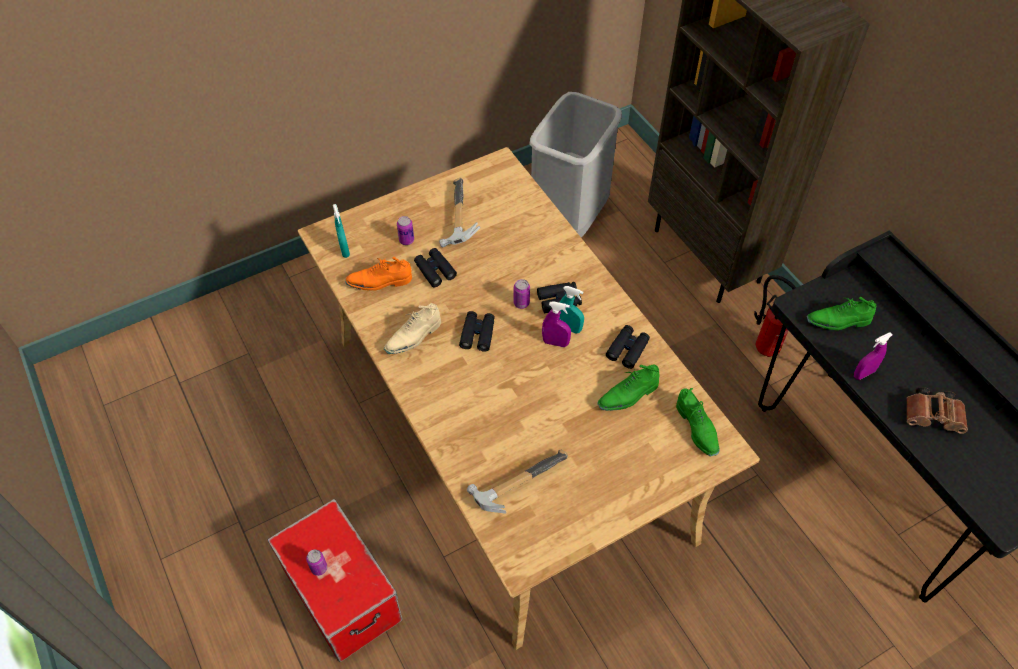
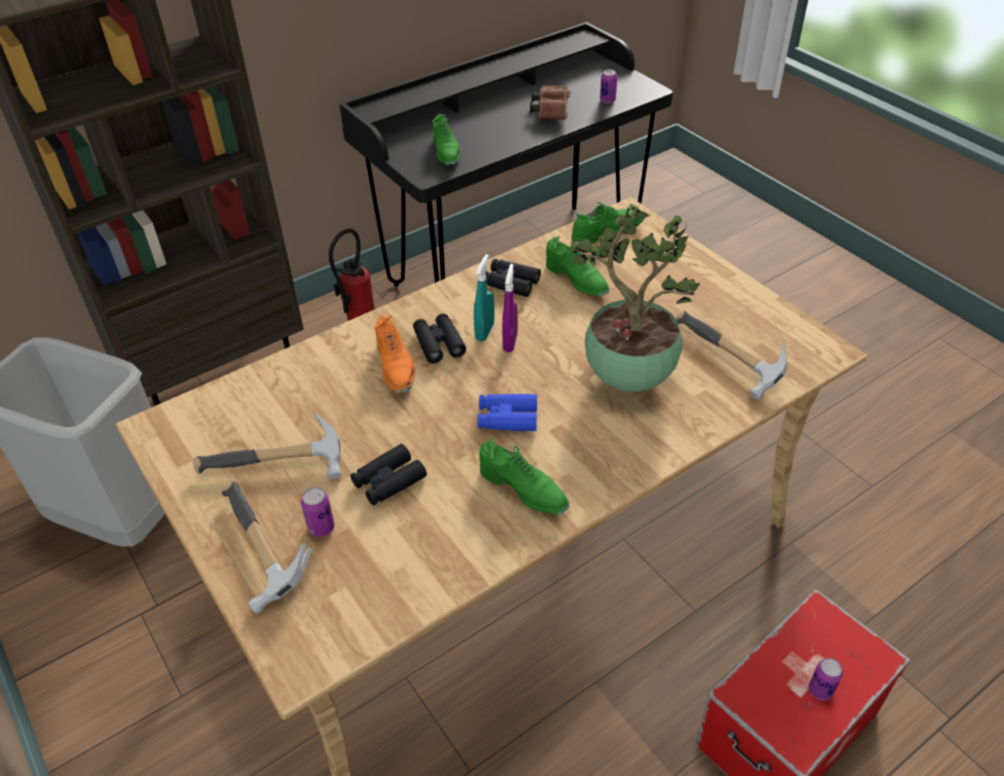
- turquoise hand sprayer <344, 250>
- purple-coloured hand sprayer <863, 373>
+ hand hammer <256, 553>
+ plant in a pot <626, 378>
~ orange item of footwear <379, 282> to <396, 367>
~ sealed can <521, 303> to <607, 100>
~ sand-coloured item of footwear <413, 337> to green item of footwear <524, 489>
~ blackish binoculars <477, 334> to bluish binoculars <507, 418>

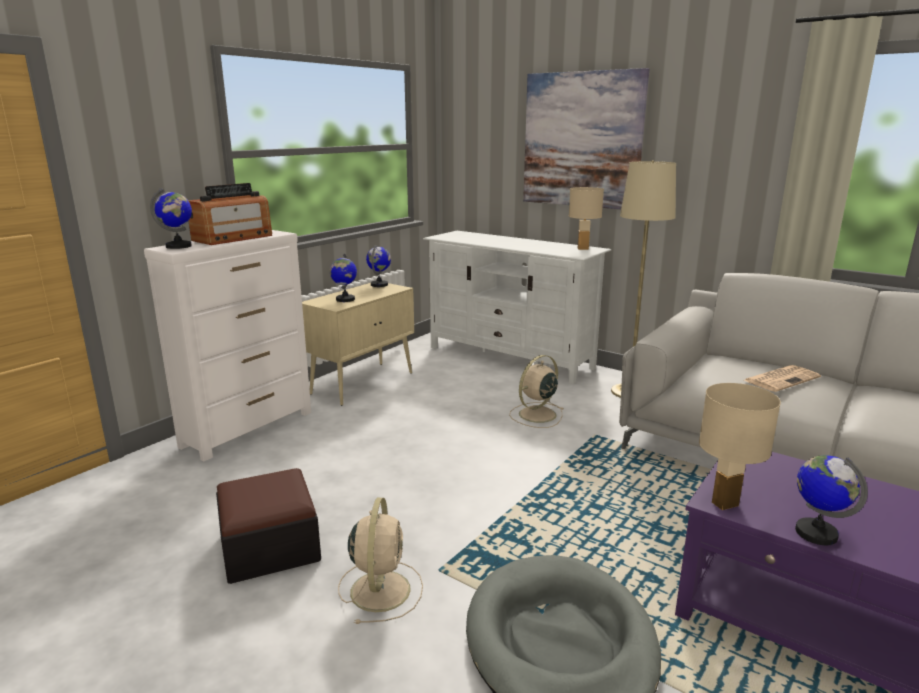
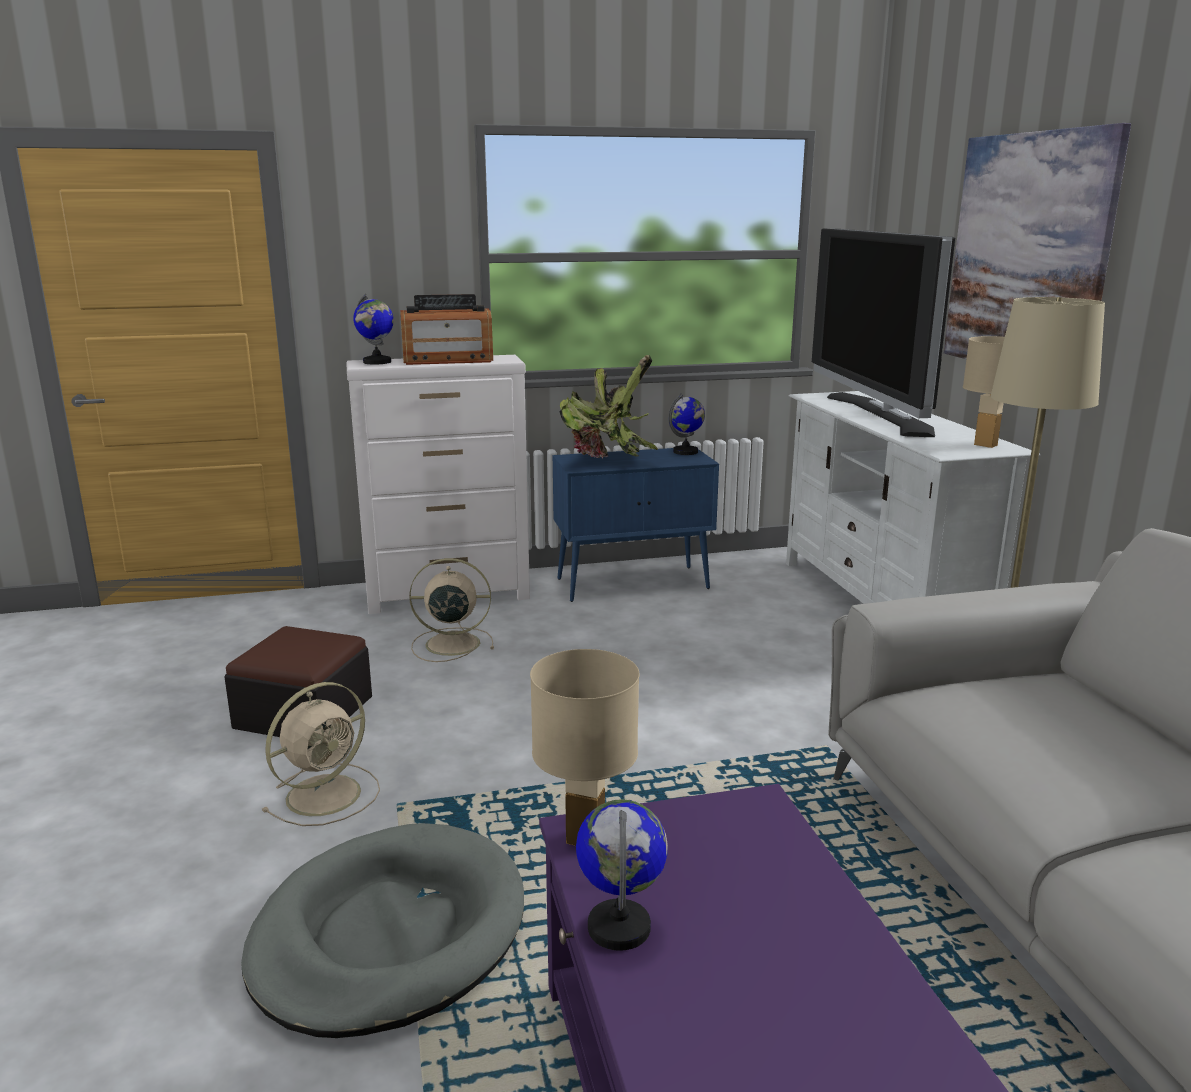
- newspaper <781, 379>
+ television <878, 414>
~ sand-coloured cooling fan <536, 415> to <450, 644>
~ globe <345, 299> to plant in a pot <607, 461>
~ sand-coloured storage cabinet <363, 383> to bluish storage cabinet <634, 583>

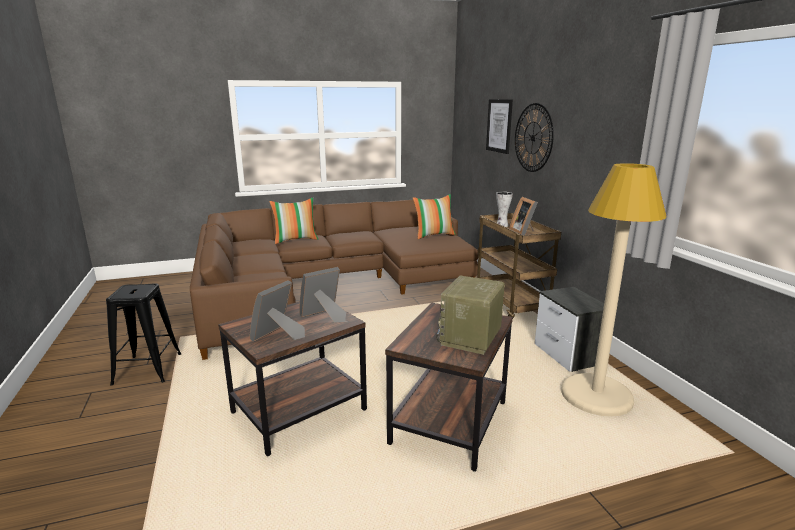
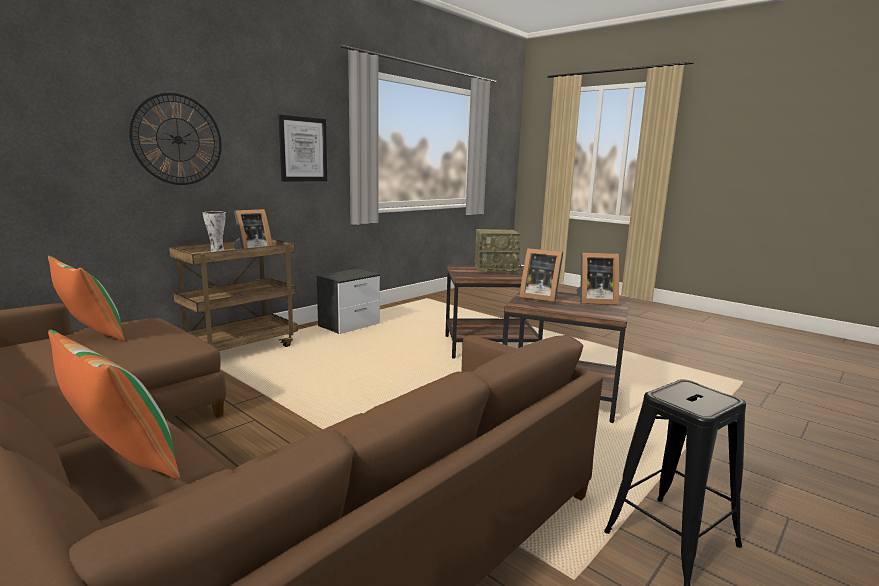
- sand-coloured standard lamp <596, 396>
~ wall picture <499, 126> to <303, 149>

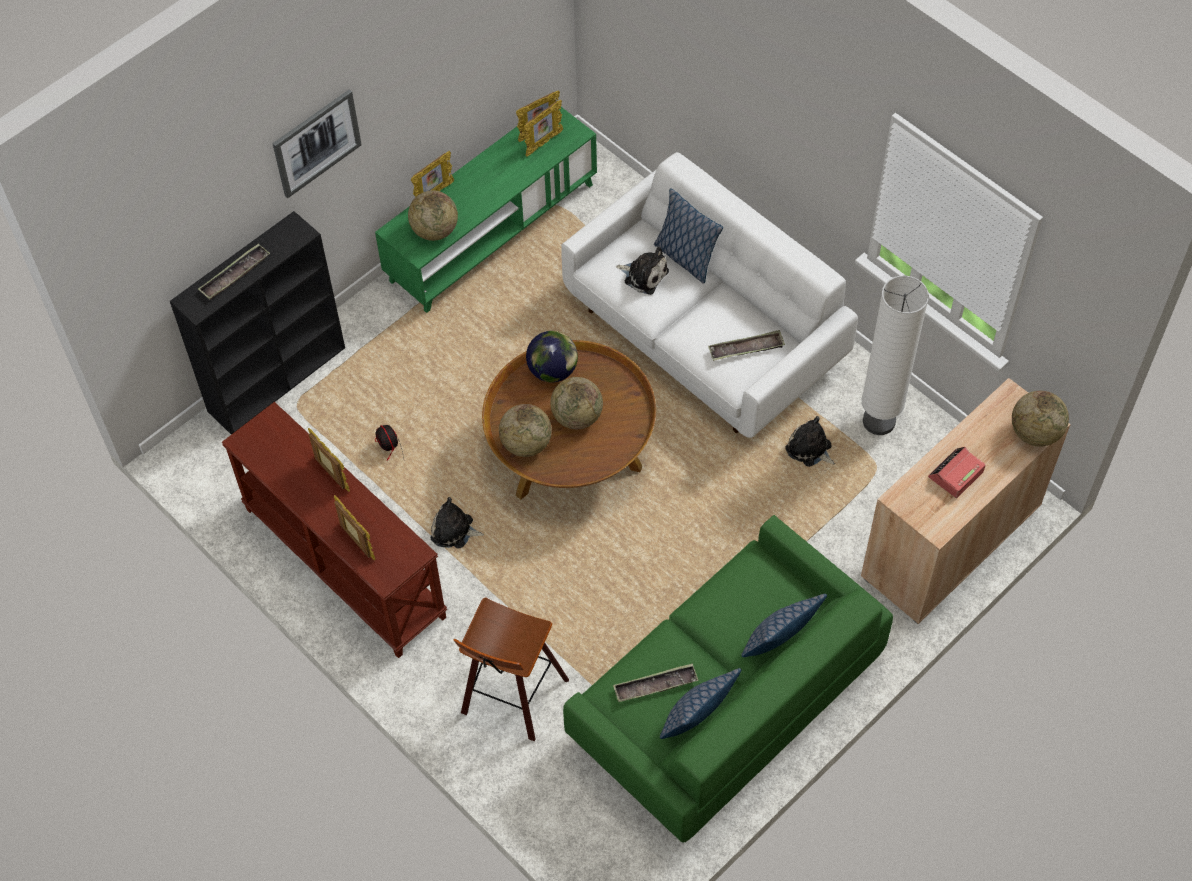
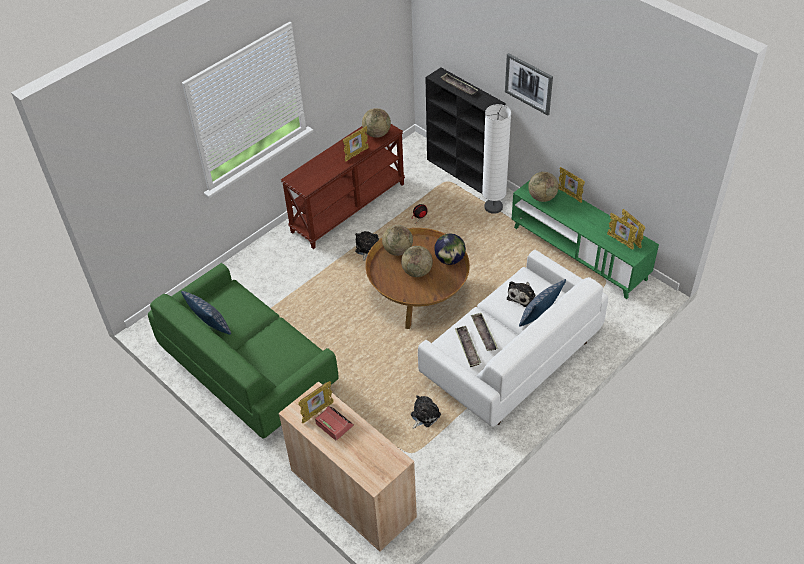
- stool <511, 698>
- pillow <779, 641>
~ picture frame <357, 542> to <317, 412>
~ carrying tray <655, 685> to <484, 334>
~ white standard lamp <879, 421> to <493, 207>
~ globe <1035, 433> to <377, 134>

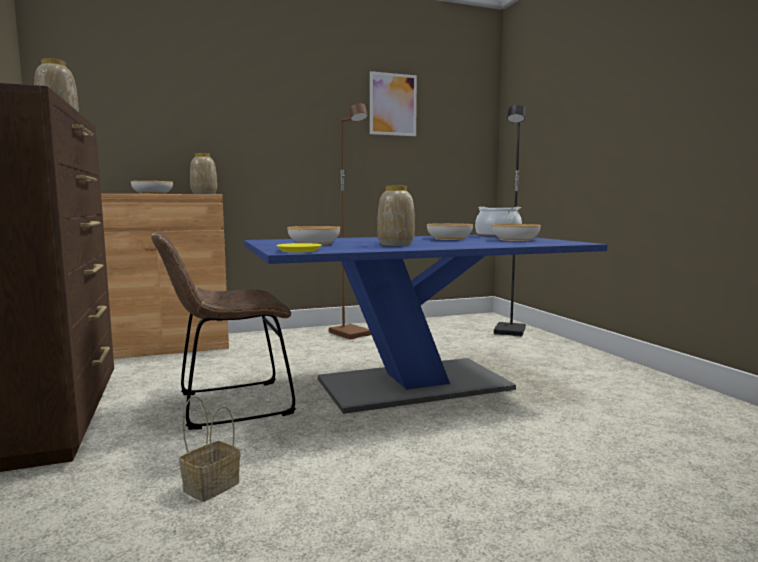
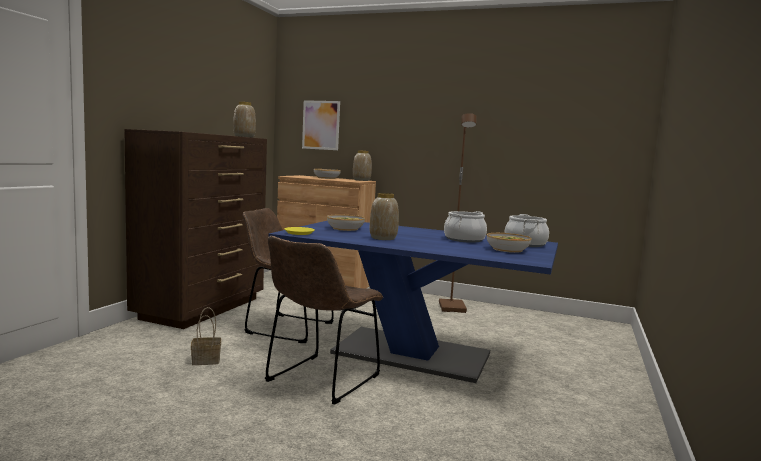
- blackish standard lamp <510, 331>
+ brown-coloured plain chair <320, 380>
~ wall picture <393, 104> to <321, 125>
~ bowl <449, 239> to saucepot <464, 239>

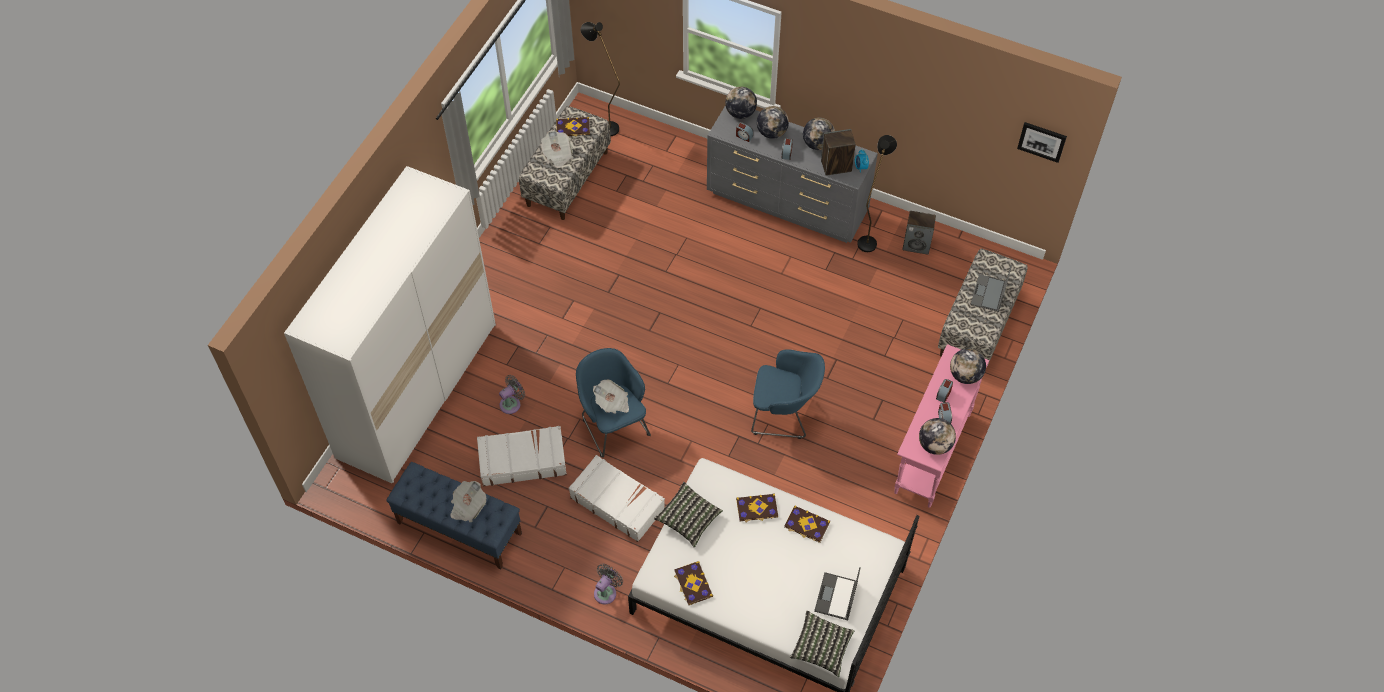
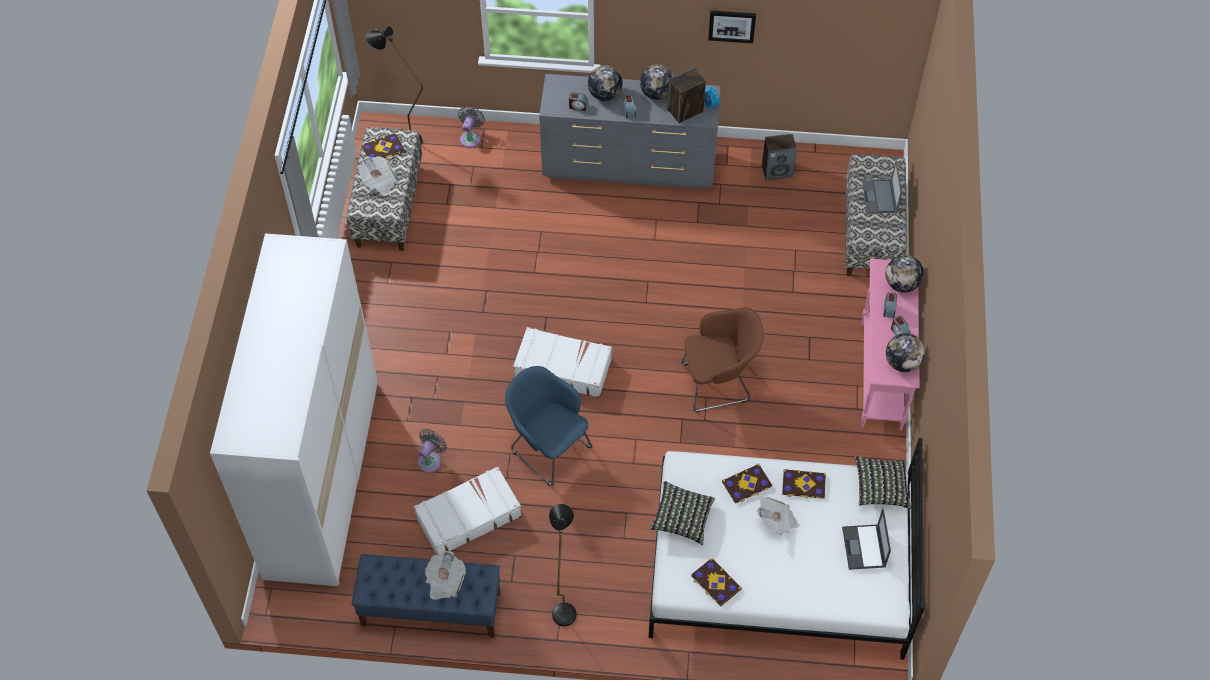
- globe <740, 113>
~ white piece of luggage <617, 502> to <563, 367>
~ newspaper <612, 403> to <777, 521>
~ greyish cooling fan <606, 591> to <471, 137>
~ pillow <821, 647> to <881, 488>
~ blackish standard lamp <868, 238> to <564, 606>
~ wall picture <1042, 141> to <732, 25>
~ bluish lounge chair <784, 415> to brown-coloured lounge chair <719, 382>

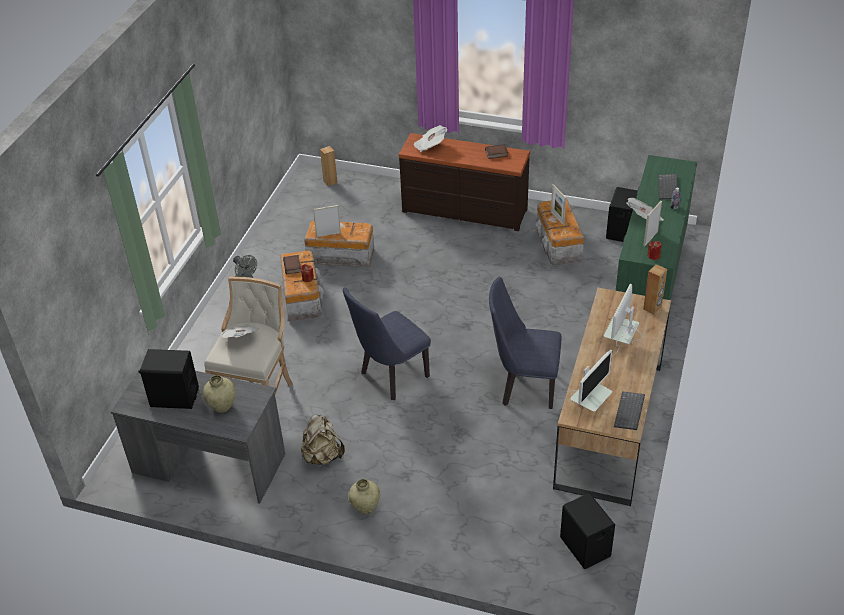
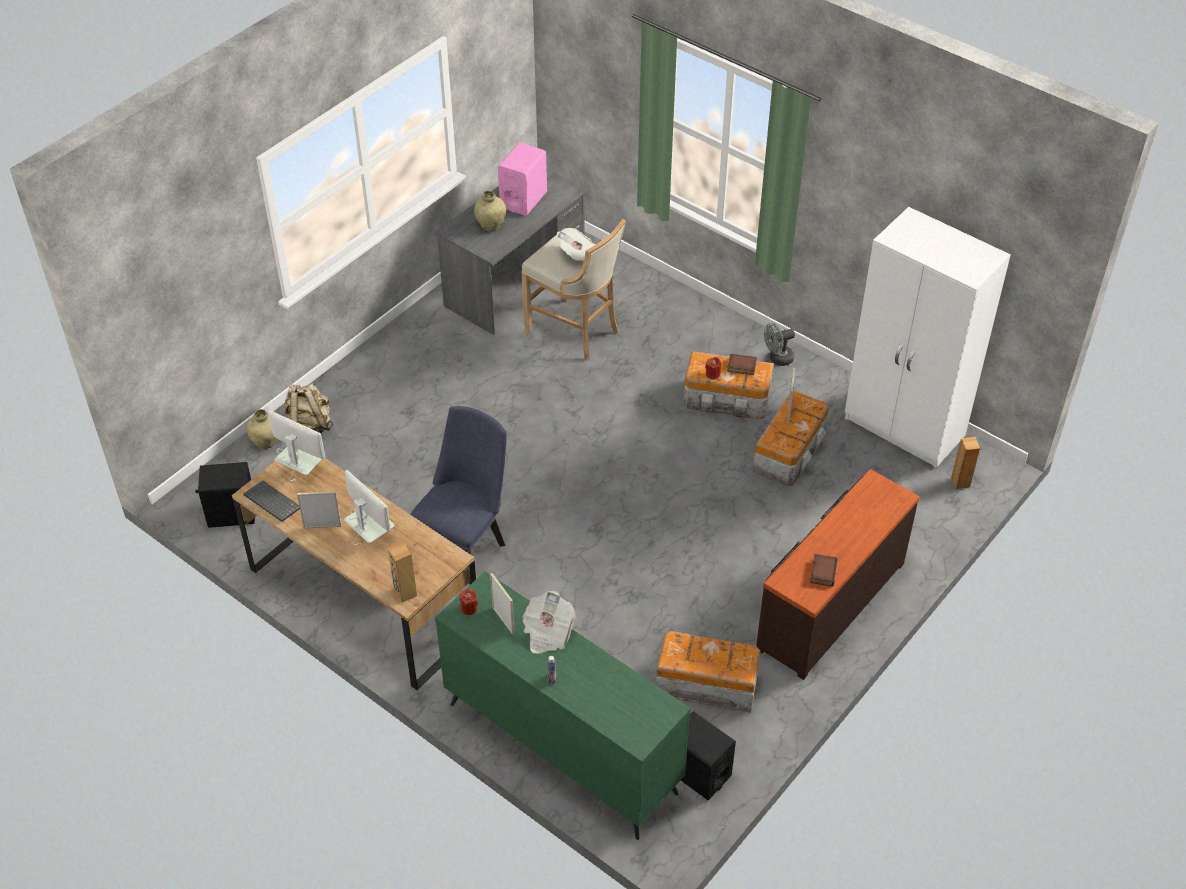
- bluish plain chair <390, 377>
- newspaper <430, 146>
- PC keyboard <668, 188>
+ white wardrobe <904, 428>
~ sand-coloured knapsack <322, 456> to <309, 425>
~ sand-coloured decorative vase <365, 507> to <266, 442>
~ picture frame <557, 218> to <322, 526>
~ blackish speaker <174, 397> to pink-coloured speaker <523, 199>
~ monitor <589, 407> = <301, 473> 150 degrees clockwise

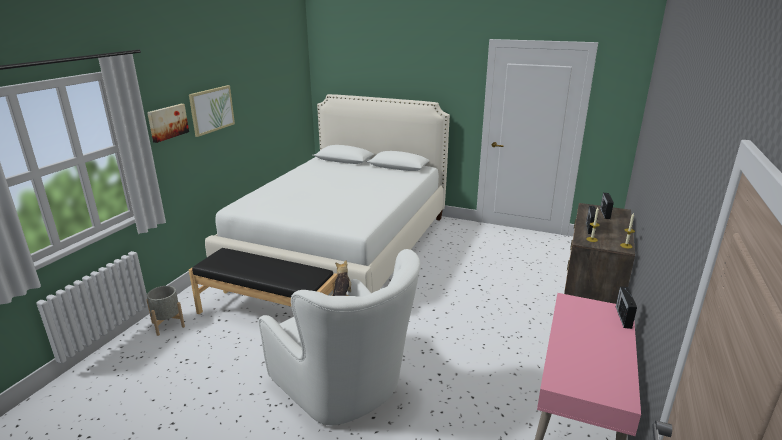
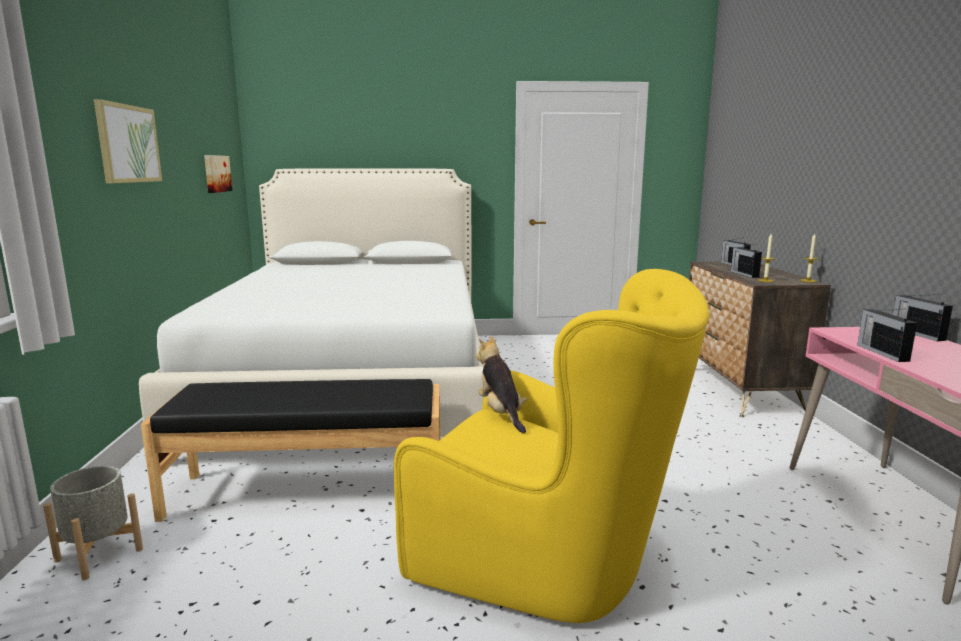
+ radio set <881, 352>
~ wall picture <167, 122> to <216, 173>
~ white lounge chair <344, 388> to yellowish lounge chair <551, 560>

